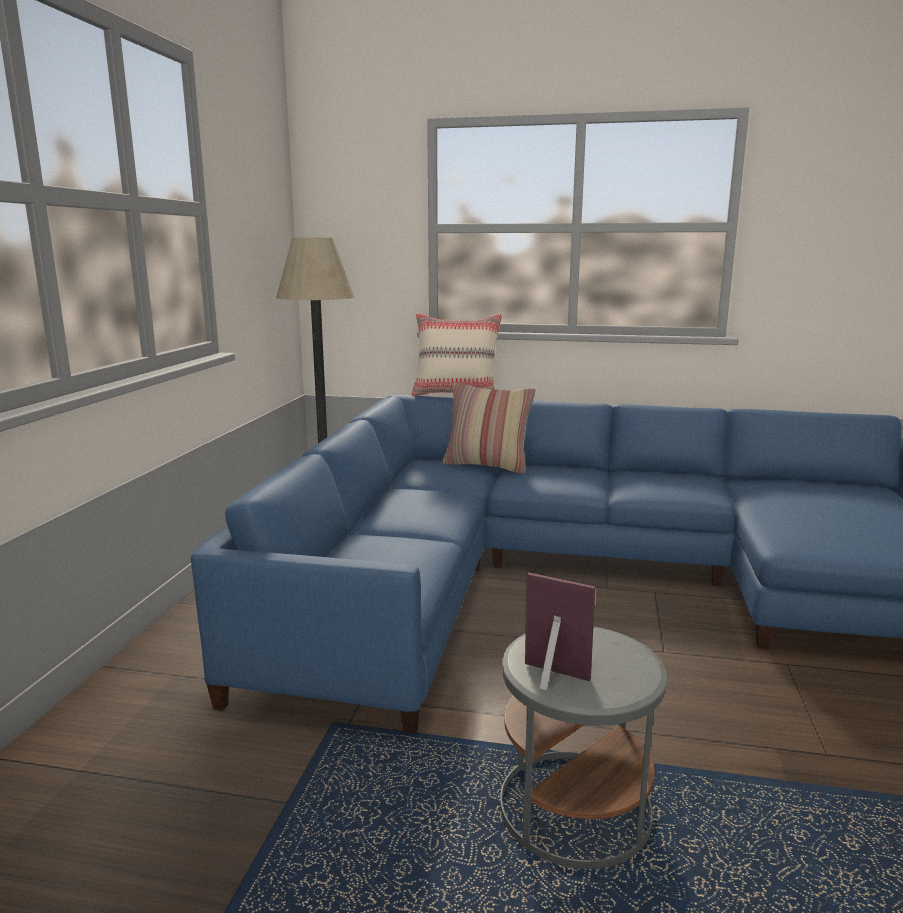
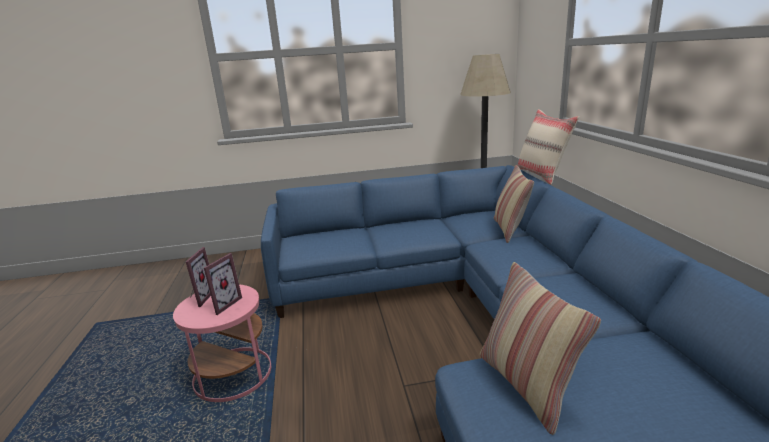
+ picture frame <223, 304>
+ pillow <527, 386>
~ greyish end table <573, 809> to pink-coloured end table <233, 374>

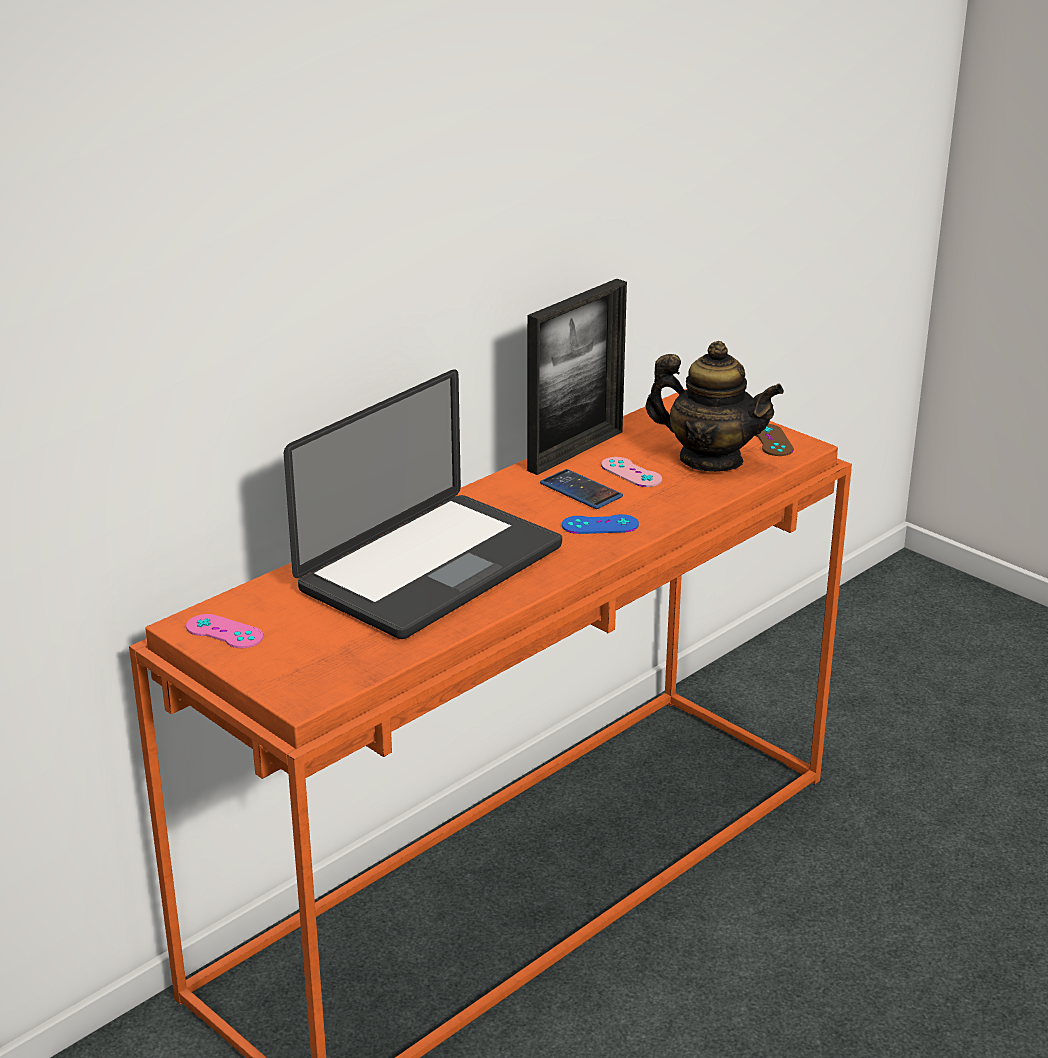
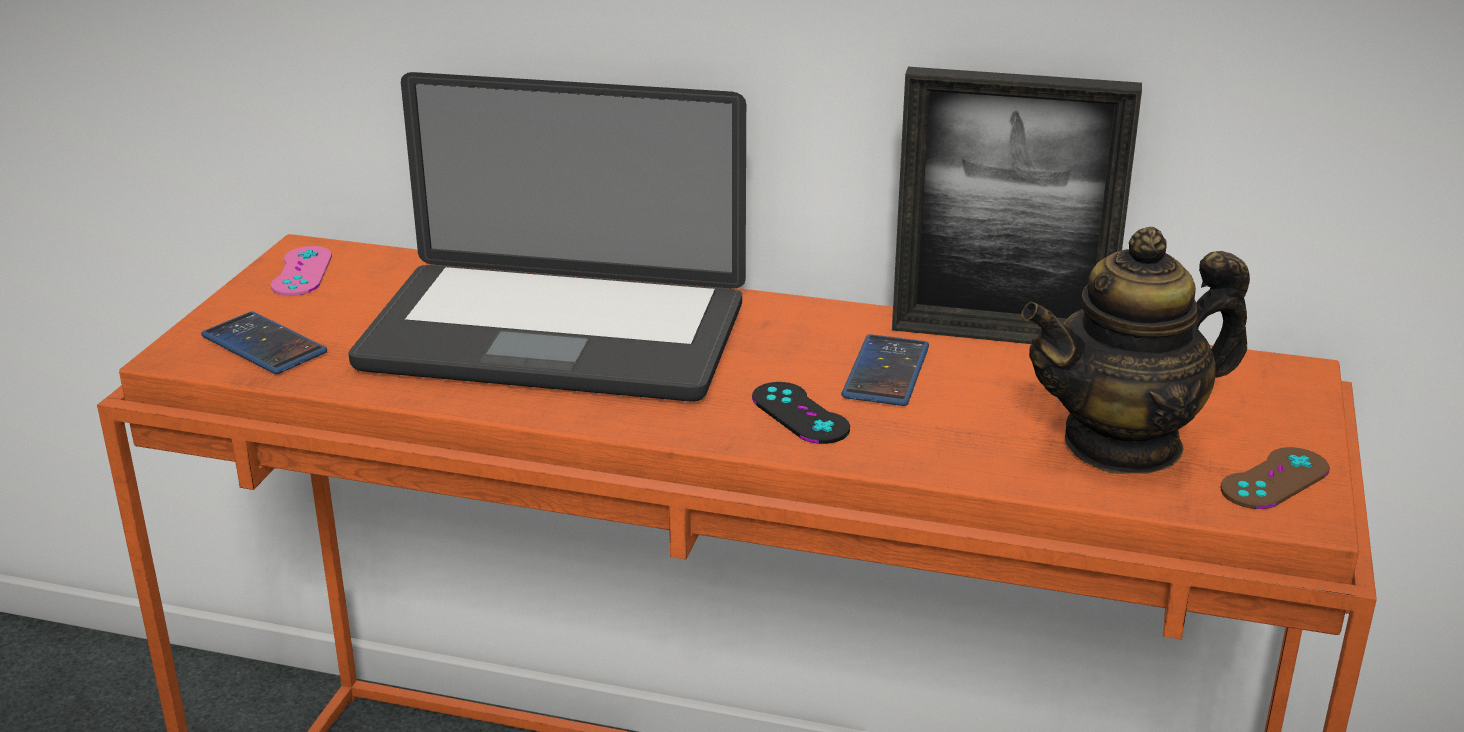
- pink-coloured game controller <631, 472>
+ telephone <264, 345>
~ bluish game controller <600, 525> to blackish game controller <800, 413>
~ tea pot <710, 460> = <1123, 443> 75 degrees clockwise

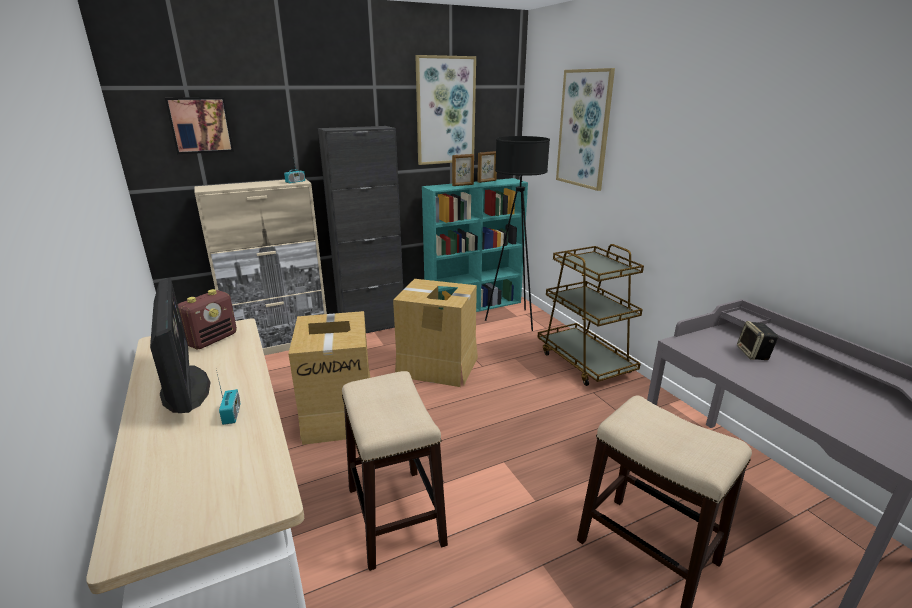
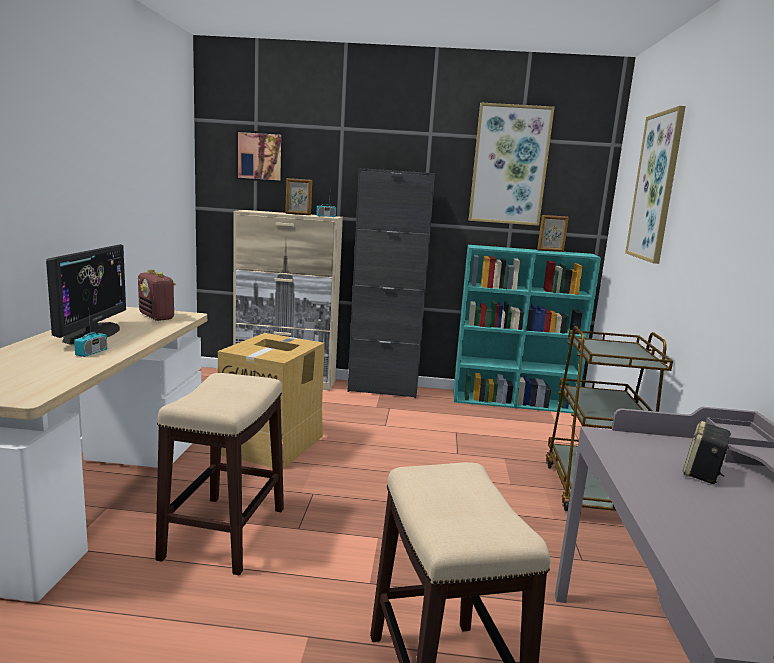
- cardboard box <437, 366>
- blackish standard lamp <513, 320>
~ picture frame <463, 185> to <298, 214>
~ radio set <212, 339> = <157, 317> 75 degrees clockwise

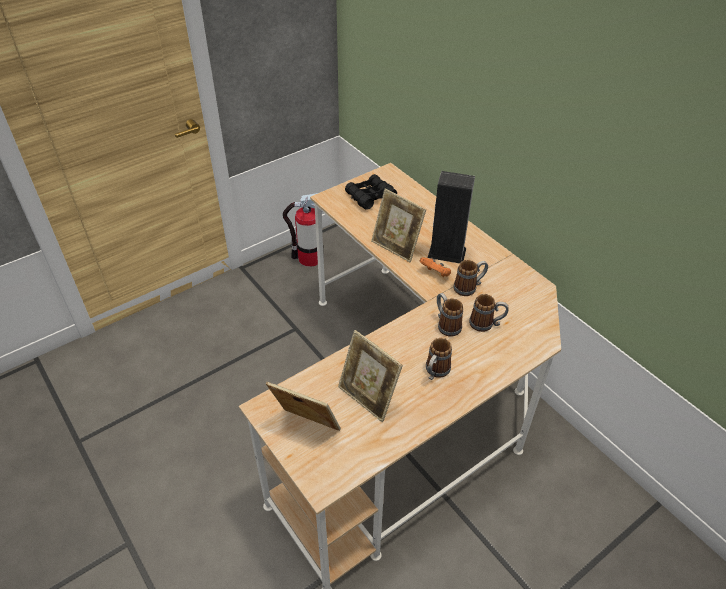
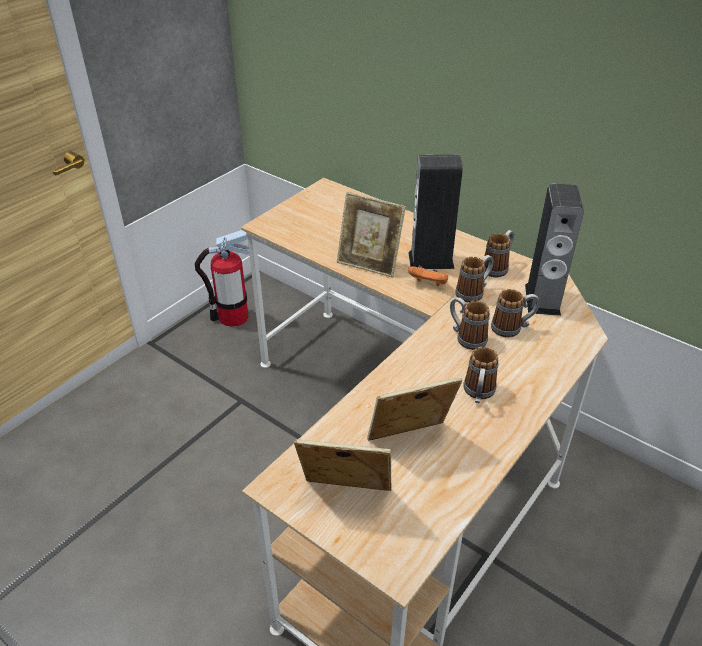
- blackish binoculars <370, 197>
+ coffee mug <497, 267>
+ speaker <542, 299>
~ picture frame <368, 397> = <409, 441> 135 degrees clockwise

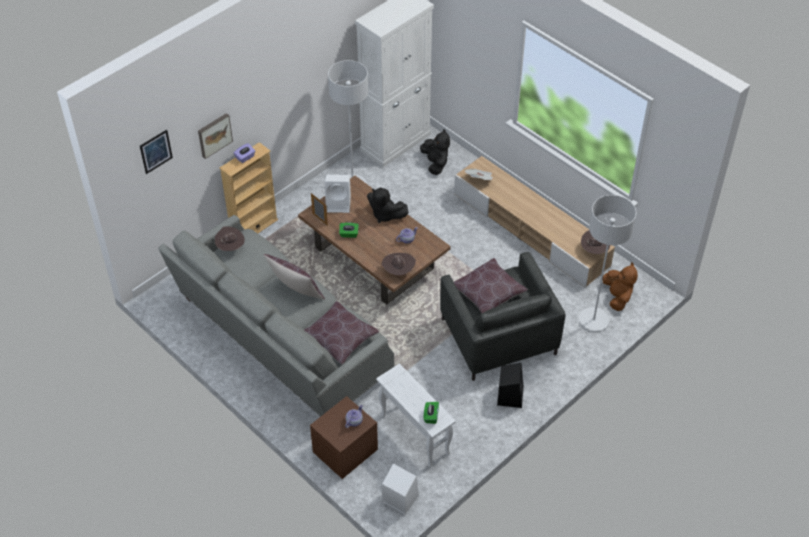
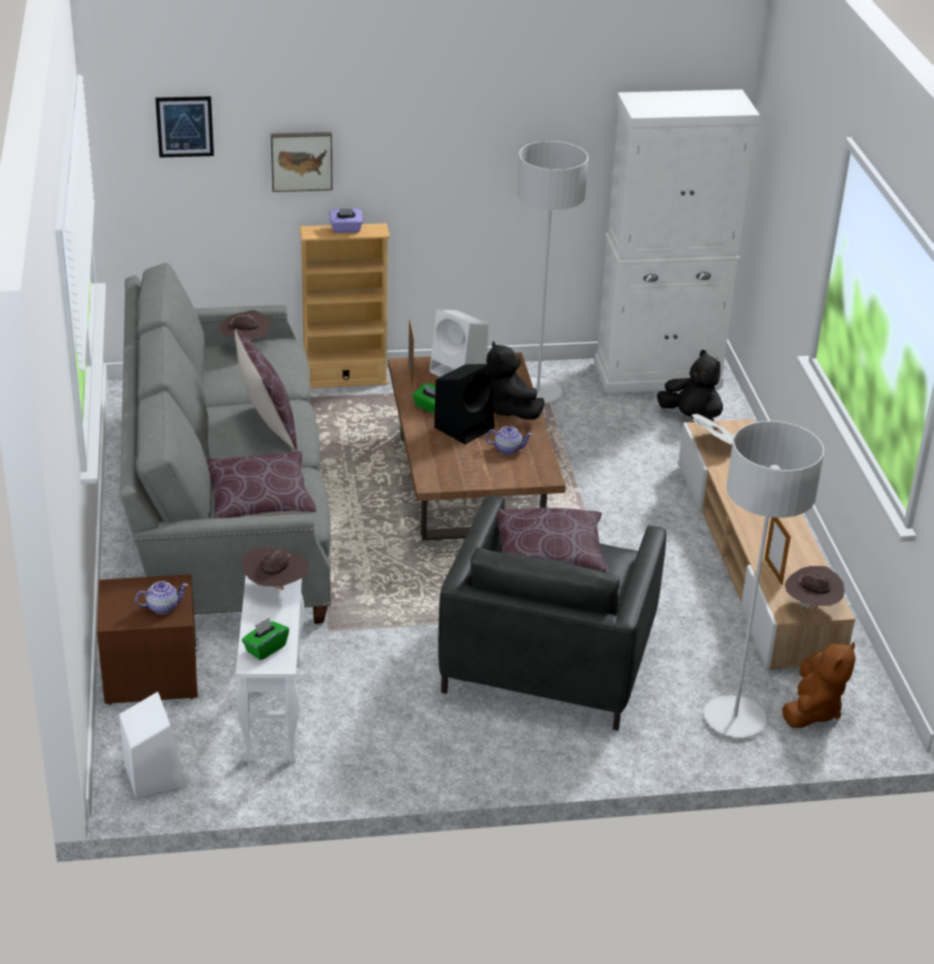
+ picture frame <773, 571>
~ brown-coloured wearable hat <398, 271> to <276, 587>
~ blackish speaker <510, 395> to <465, 427>
~ blackish plush toy <435, 163> = <691, 421> 60 degrees counterclockwise

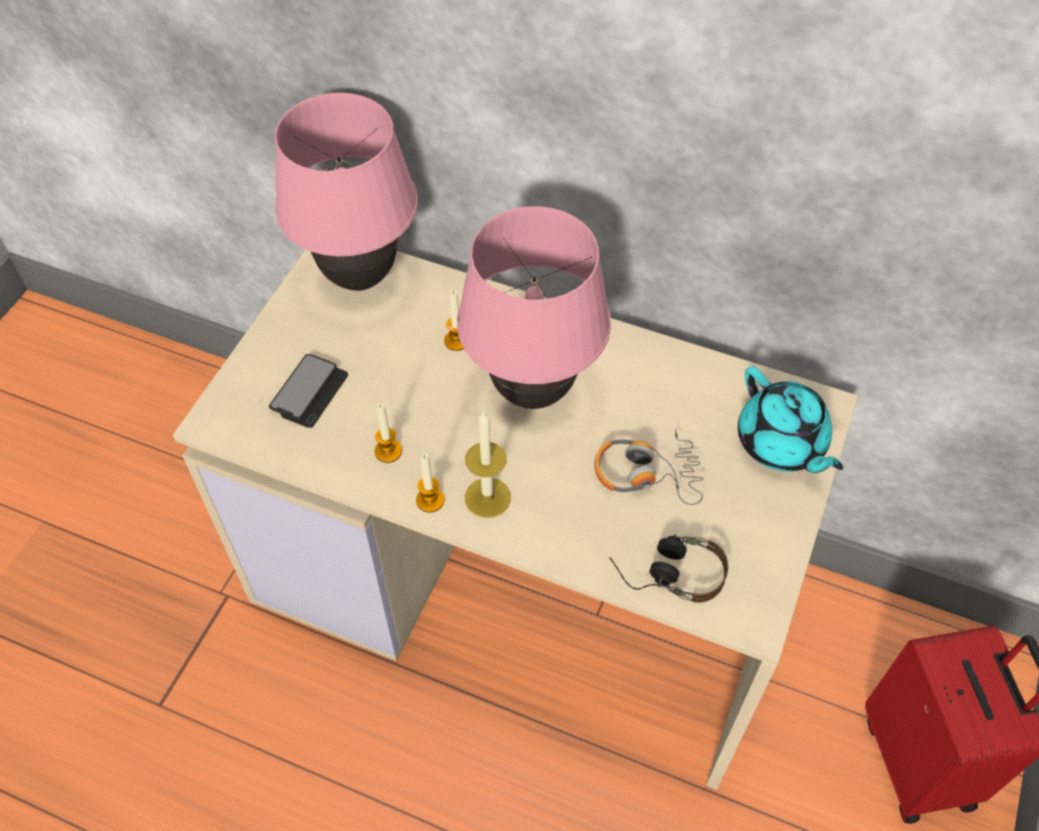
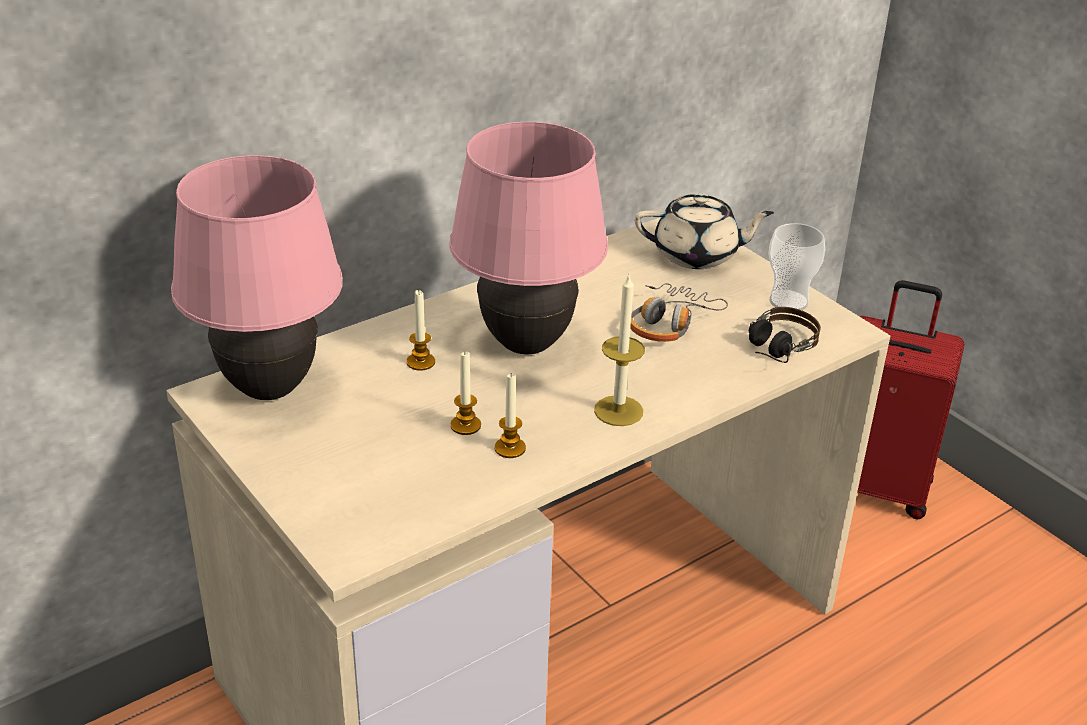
- telephone <309, 392>
+ drinking cup <788, 301>
~ candle <430, 500> to <465, 425>
~ turquoise tea pot <781, 443> to sand-coloured tea pot <697, 255>

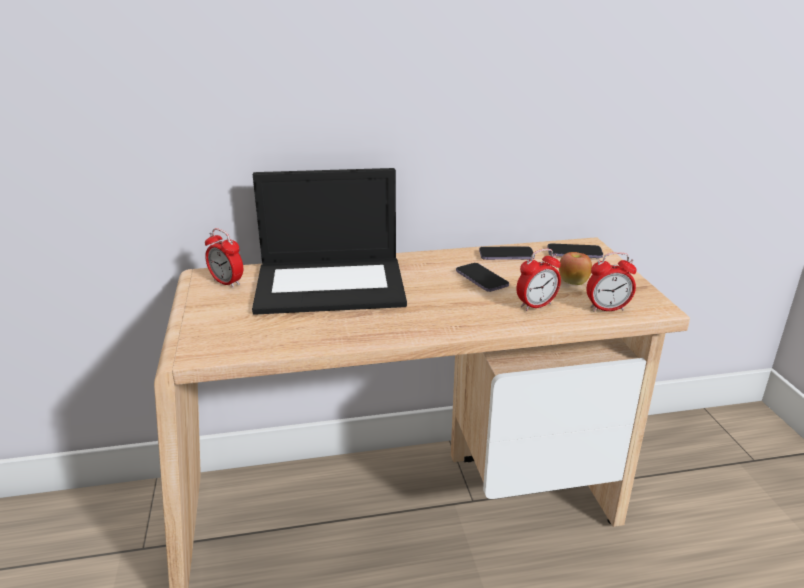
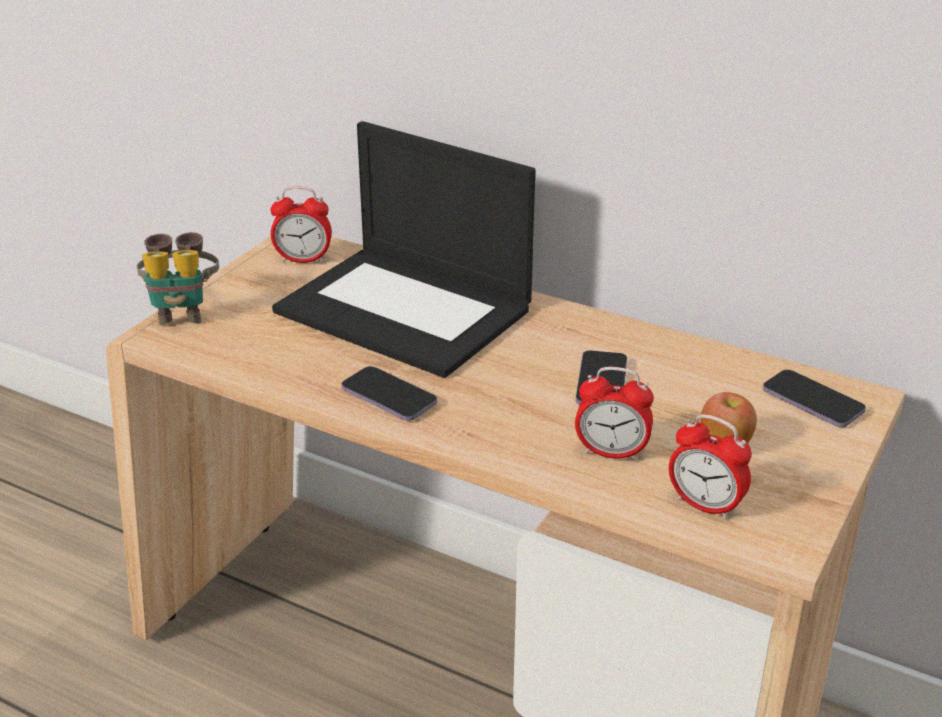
+ binoculars <182, 311>
~ telephone <506, 255> to <389, 397>
~ bedside clock <227, 282> = <303, 260> 75 degrees counterclockwise

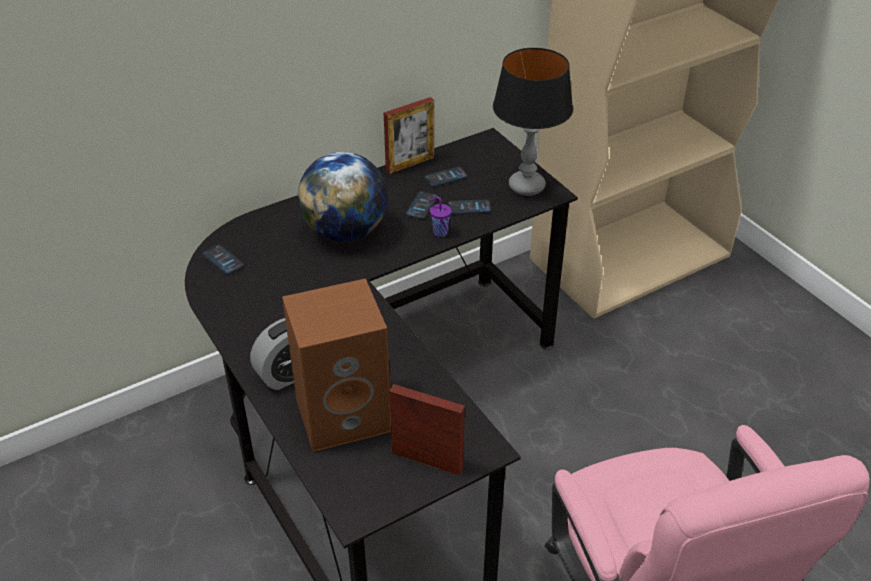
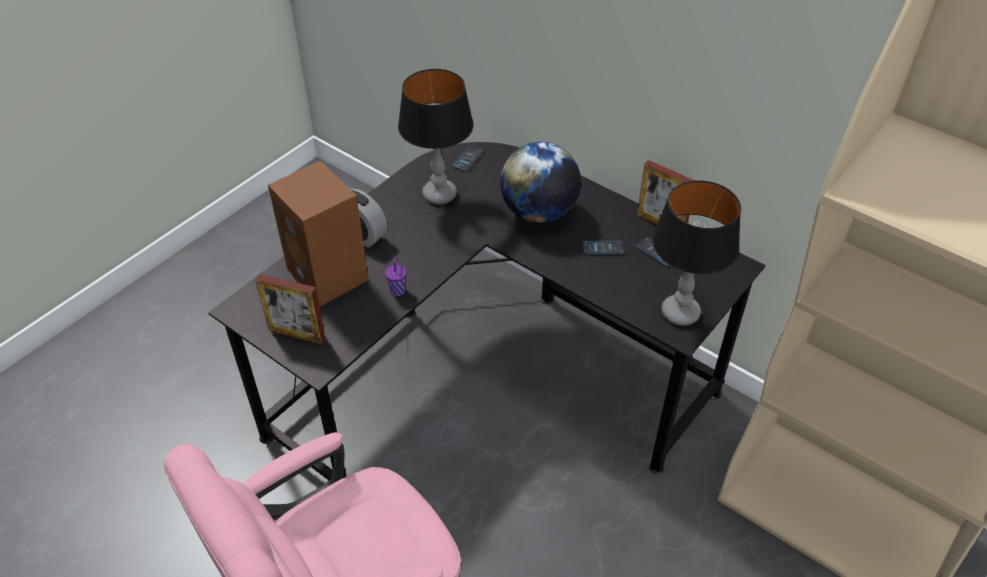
- telephone <469, 207>
+ tabletop lamp <440, 194>
~ purple-coloured drinking cup <439, 232> to <398, 290>
~ picture frame <427, 460> = <297, 334> 105 degrees clockwise

